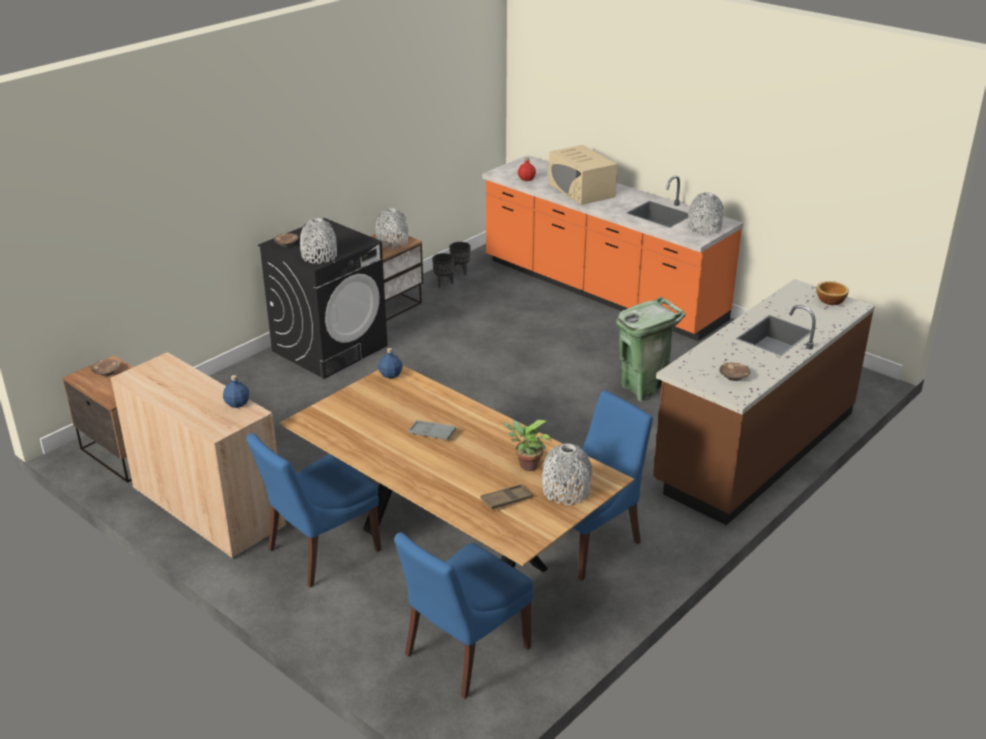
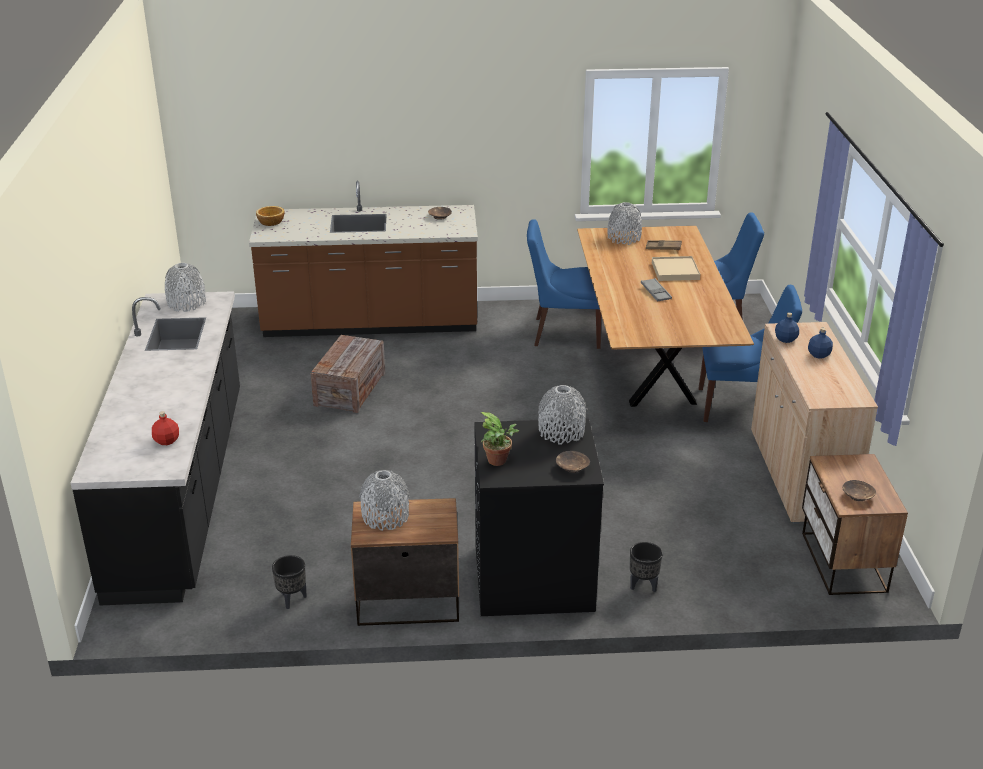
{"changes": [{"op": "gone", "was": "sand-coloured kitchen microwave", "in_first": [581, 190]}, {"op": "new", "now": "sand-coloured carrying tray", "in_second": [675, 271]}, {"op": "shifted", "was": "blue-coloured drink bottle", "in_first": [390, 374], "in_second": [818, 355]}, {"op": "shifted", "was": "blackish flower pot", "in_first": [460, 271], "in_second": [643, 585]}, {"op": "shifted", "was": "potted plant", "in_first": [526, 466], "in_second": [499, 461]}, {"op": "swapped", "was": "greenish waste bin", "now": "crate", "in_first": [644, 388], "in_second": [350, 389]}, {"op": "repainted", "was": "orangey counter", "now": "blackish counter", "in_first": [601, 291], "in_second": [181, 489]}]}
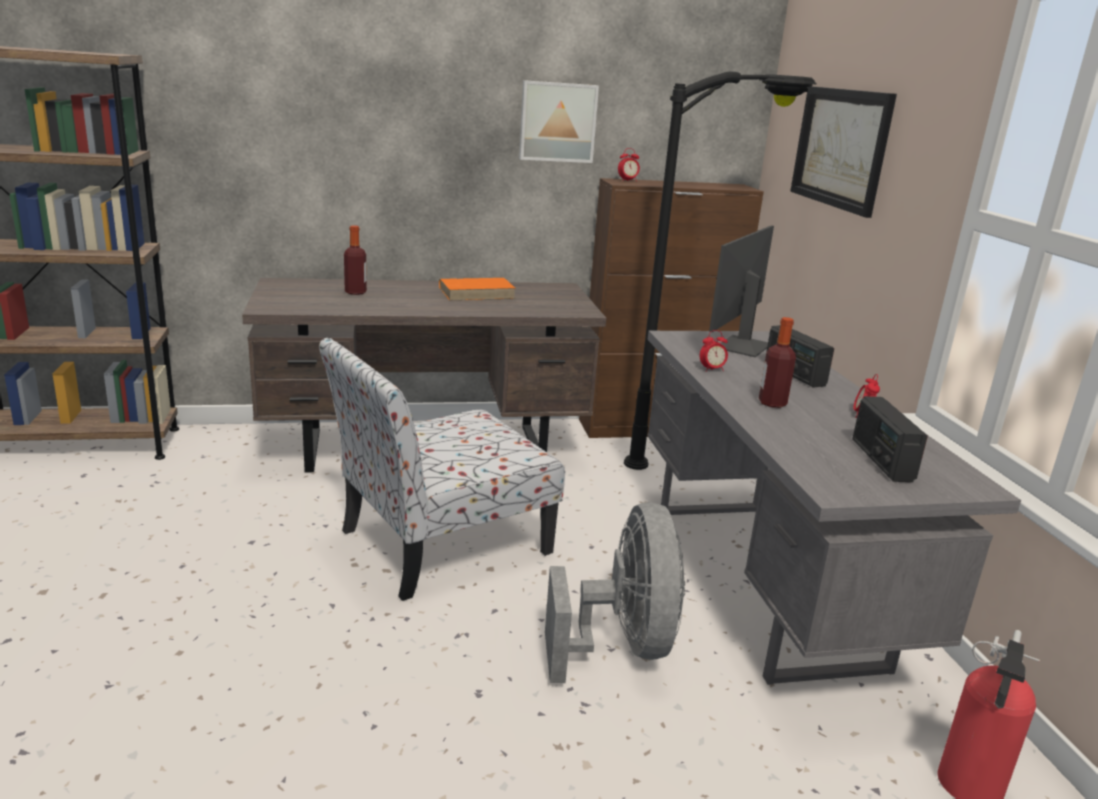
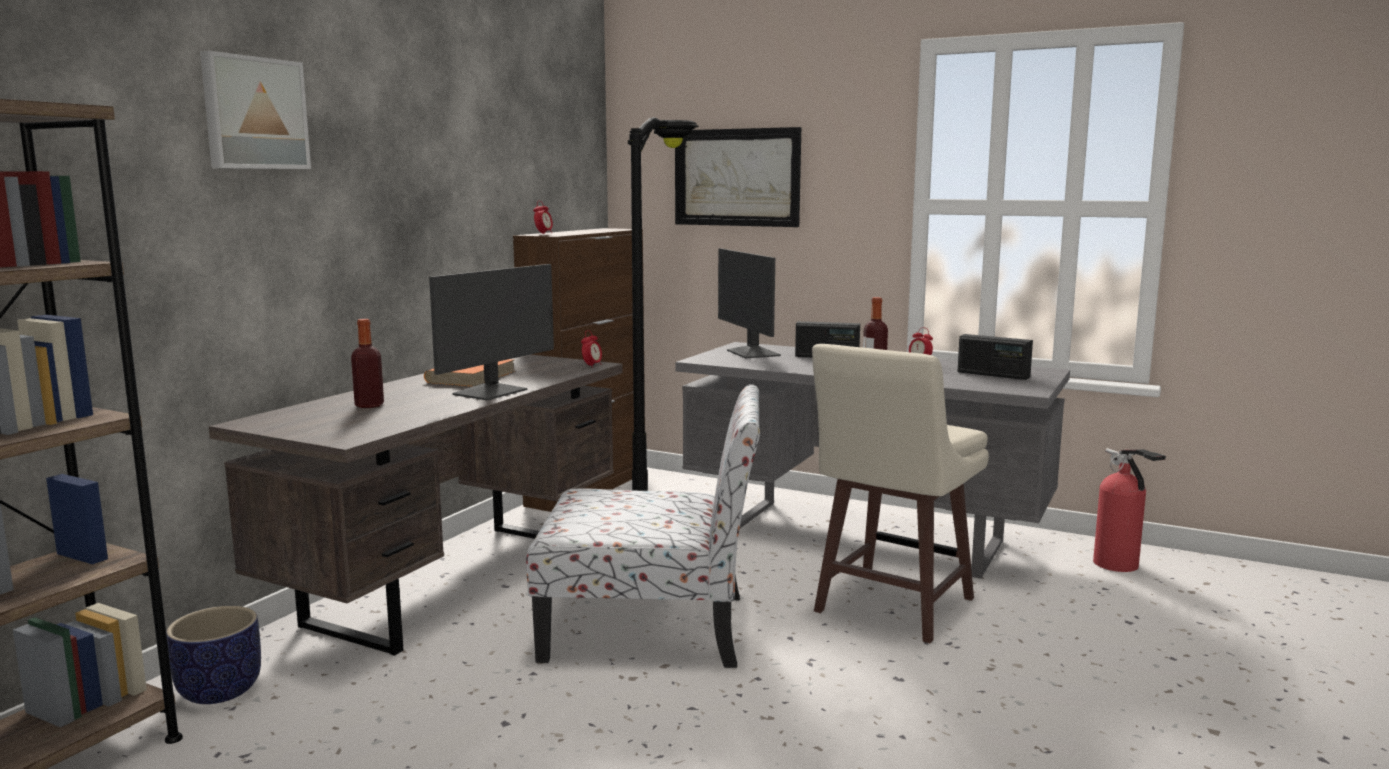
{"changes": [{"op": "new", "now": "flower pot", "in_second": [220, 690]}, {"op": "new", "now": "monitor", "in_second": [492, 392]}, {"op": "shifted", "was": "picture", "in_first": [557, 122], "in_second": [254, 113]}, {"op": "shifted", "was": "bedside clock", "in_first": [712, 370], "in_second": [592, 366]}, {"op": "swapped", "was": "grey electric fan", "now": "sand-coloured sitting stool", "in_first": [622, 645], "in_second": [891, 607]}, {"op": "rotated", "was": "plain chair", "in_first": [441, 543], "in_second": [652, 628], "clockwise": -90}]}
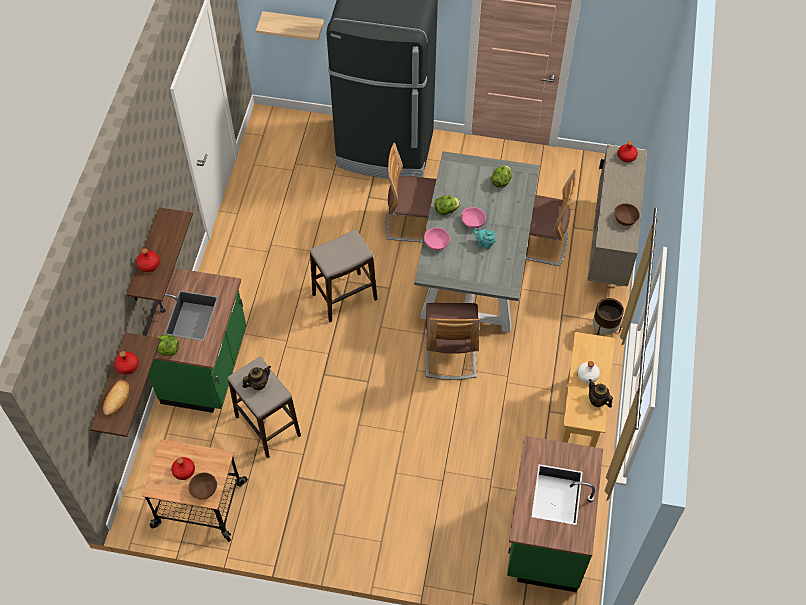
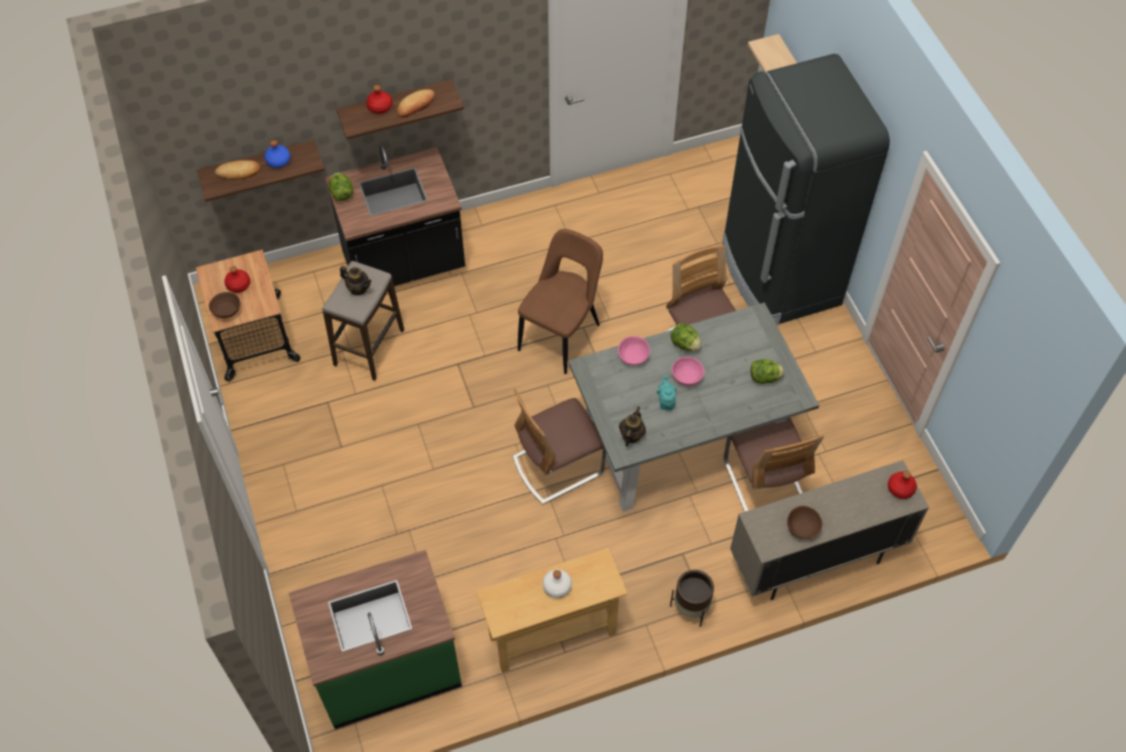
{"changes": [{"op": "new", "now": "bread", "in_second": [415, 105]}, {"op": "shifted", "was": "teapot", "in_first": [597, 400], "in_second": [631, 435]}, {"op": "swapped", "was": "sitting stool", "now": "brown-coloured plain chair", "in_first": [344, 297], "in_second": [561, 334]}, {"op": "repainted", "was": "reddish drink bottle", "now": "blue-coloured drink bottle", "in_first": [127, 366], "in_second": [278, 161]}, {"op": "repainted", "was": "greenish counter", "now": "blackish counter", "in_first": [206, 367], "in_second": [404, 263]}]}
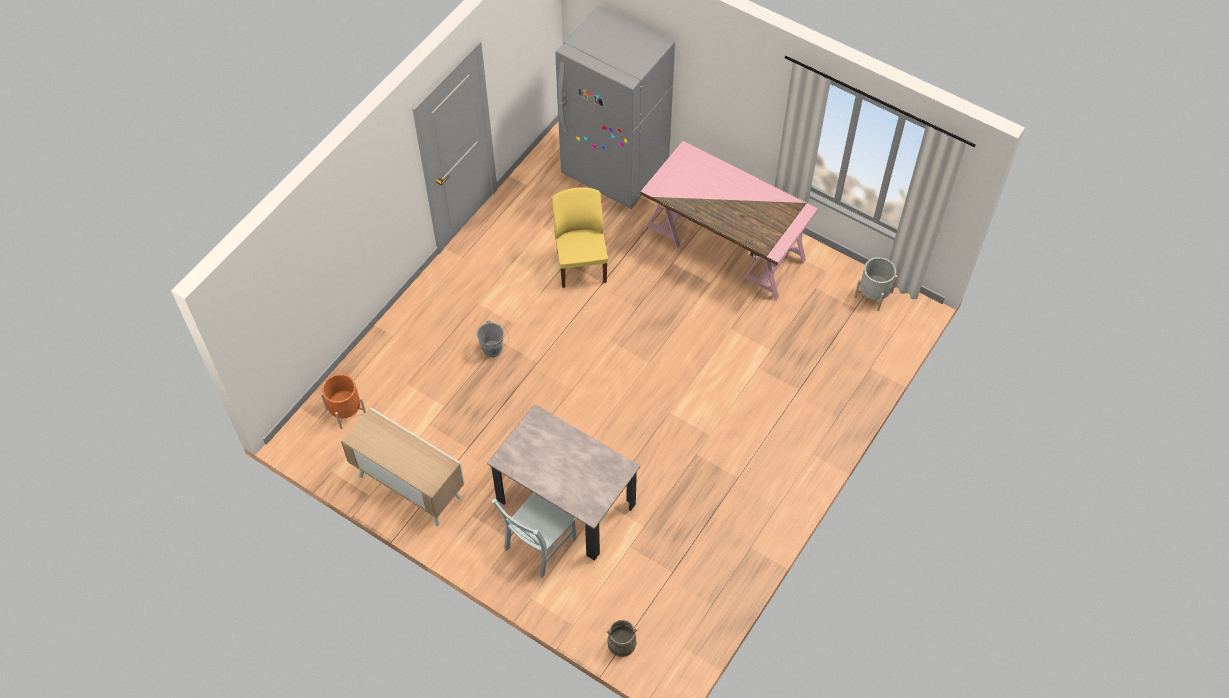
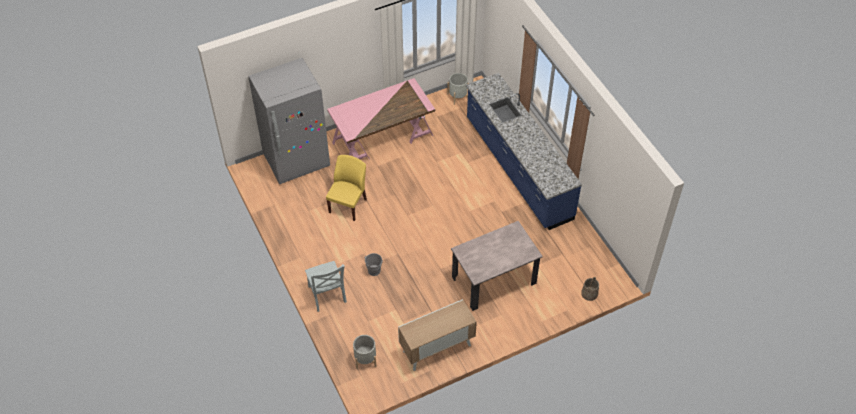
{"changes": [{"op": "new", "now": "blue-coloured counter", "in_second": [517, 168]}, {"op": "shifted", "was": "grey plain chair", "in_first": [538, 546], "in_second": [327, 295]}, {"op": "repainted", "was": "orangey flower pot", "now": "grey flower pot", "in_first": [346, 411], "in_second": [365, 359]}, {"op": "rotated", "was": "yellow plain chair", "in_first": [581, 265], "in_second": [348, 205], "clockwise": 90}]}
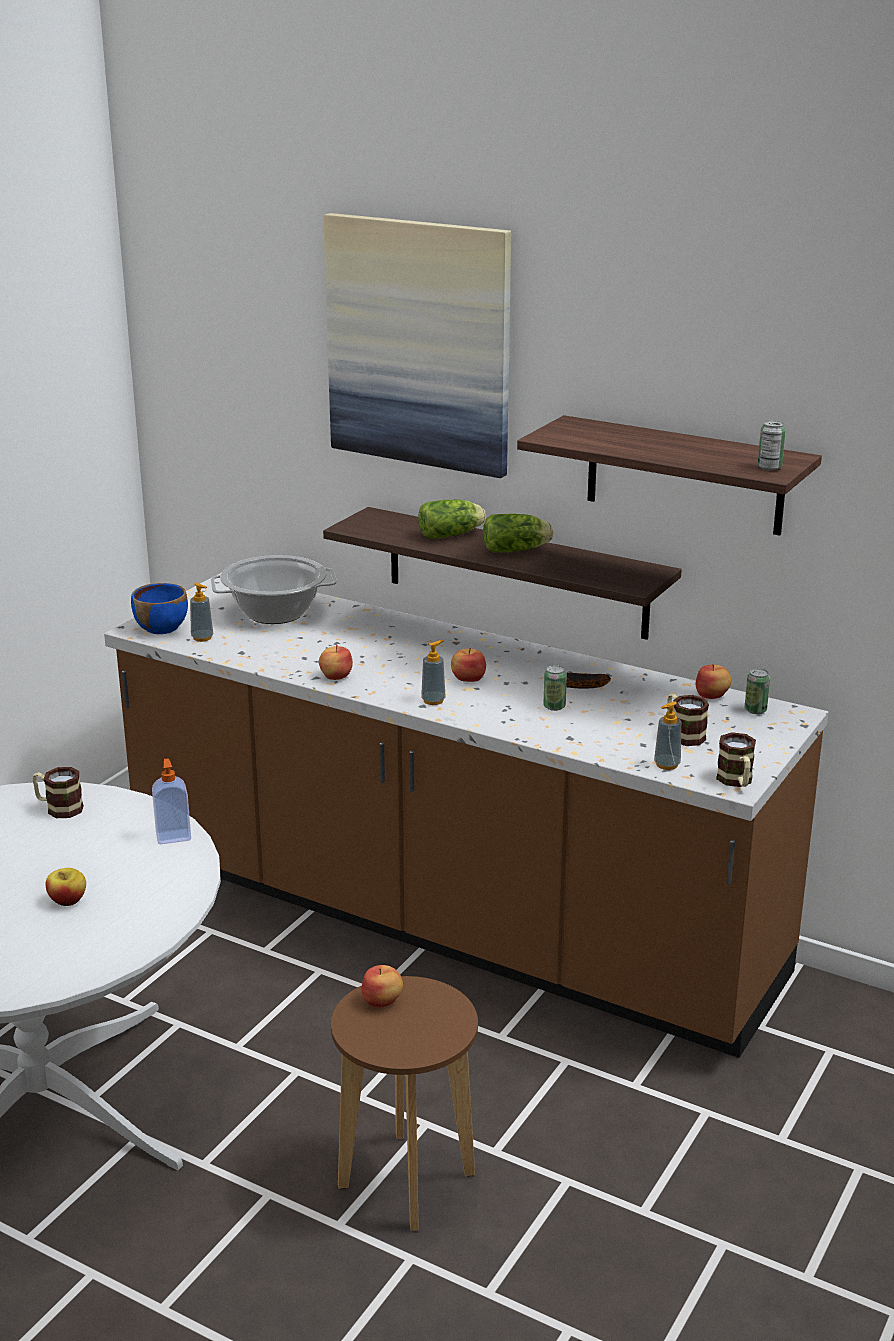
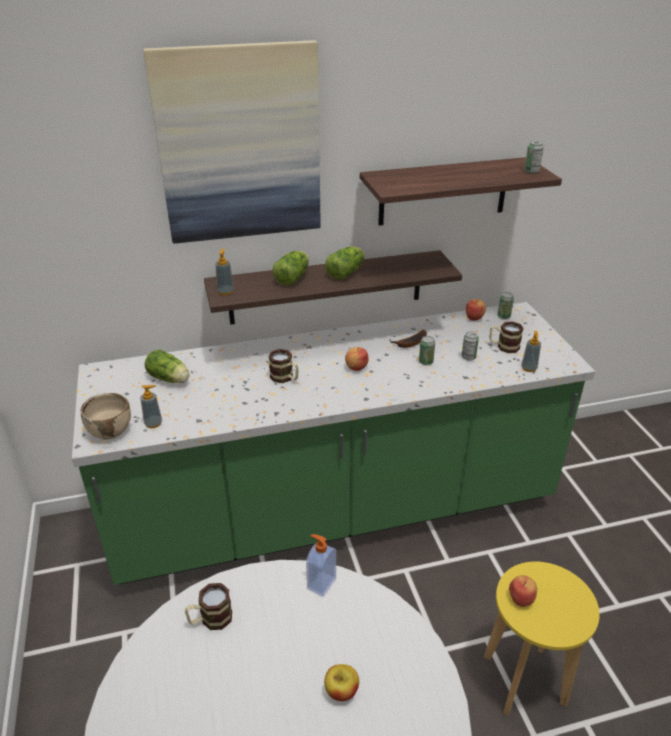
{"changes": [{"op": "gone", "was": "whole apple", "in_first": [336, 676]}, {"op": "new", "now": "can", "in_second": [468, 357]}, {"op": "shifted", "was": "liquid soap bottle", "in_first": [433, 700], "in_second": [225, 292]}, {"op": "shifted", "was": "tea mug", "in_first": [736, 782], "in_second": [285, 378]}, {"op": "swapped", "was": "stockpot", "now": "head of lettuce", "in_first": [275, 613], "in_second": [170, 379]}, {"op": "repainted", "was": "brown-coloured counter", "now": "greenish counter", "in_first": [446, 919], "in_second": [335, 511]}, {"op": "repainted", "was": "blue-coloured serving bowl", "now": "sand-coloured serving bowl", "in_first": [162, 628], "in_second": [110, 430]}, {"op": "repainted", "was": "brown-coloured sitting stool", "now": "yellow sitting stool", "in_first": [407, 1180], "in_second": [524, 679]}]}
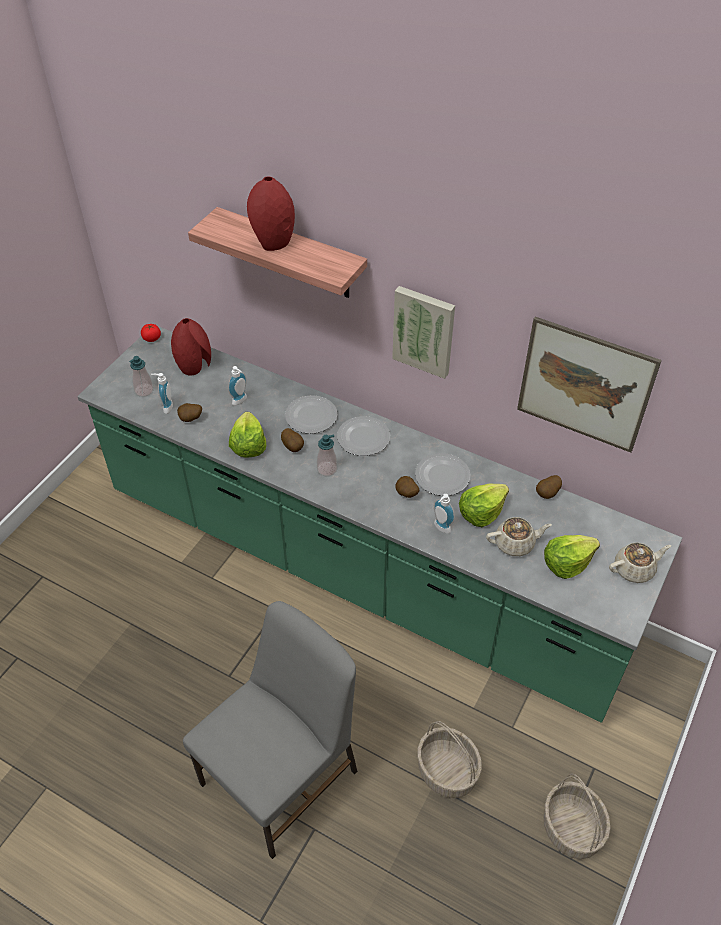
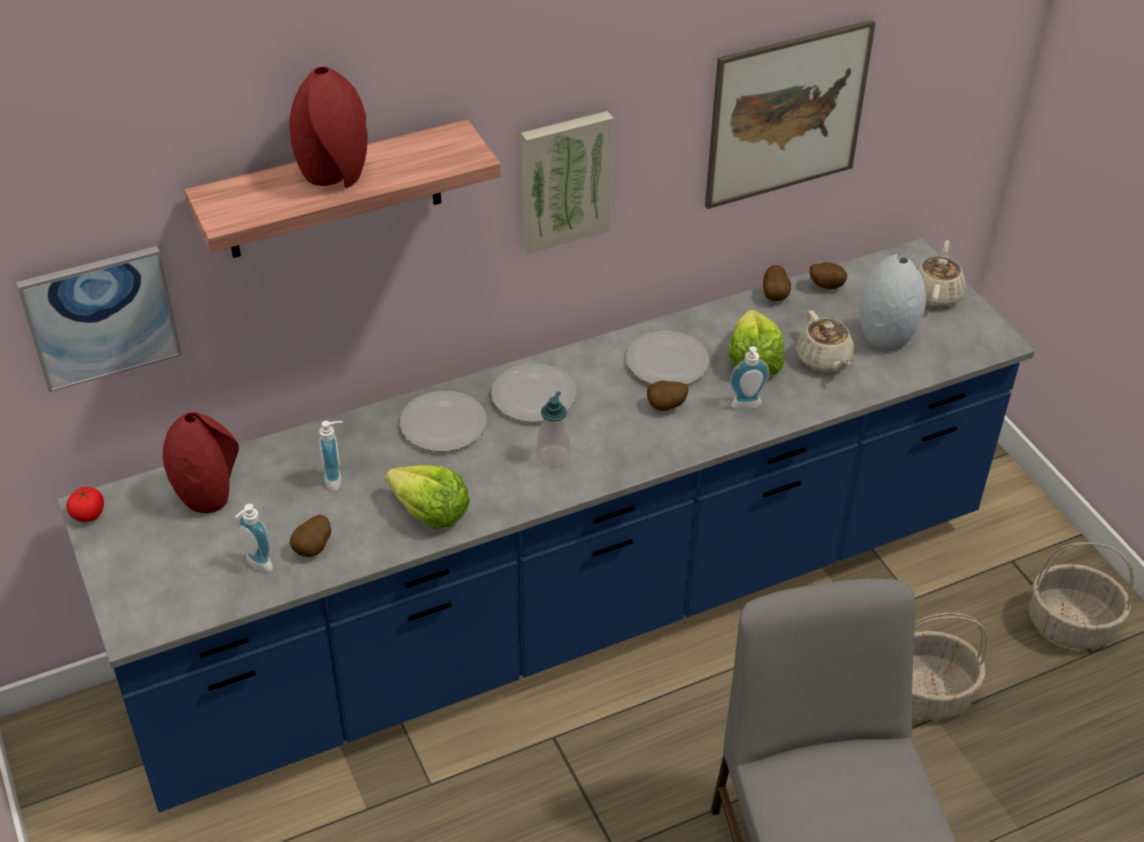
{"changes": [{"op": "gone", "was": "liquid soap bottle", "in_first": [144, 390]}, {"op": "new", "now": "picture", "in_second": [101, 317]}, {"op": "shifted", "was": "potato", "in_first": [293, 447], "in_second": [825, 286]}, {"op": "swapped", "was": "head of lettuce", "now": "grey vase", "in_first": [567, 563], "in_second": [885, 336]}, {"op": "repainted", "was": "greenish counter", "now": "blue-coloured counter", "in_first": [360, 569], "in_second": [568, 609]}, {"op": "rotated", "was": "sand-coloured teapot", "in_first": [515, 543], "in_second": [824, 360], "clockwise": 135}]}
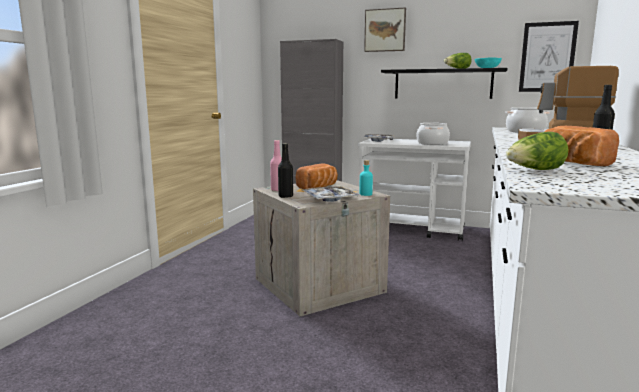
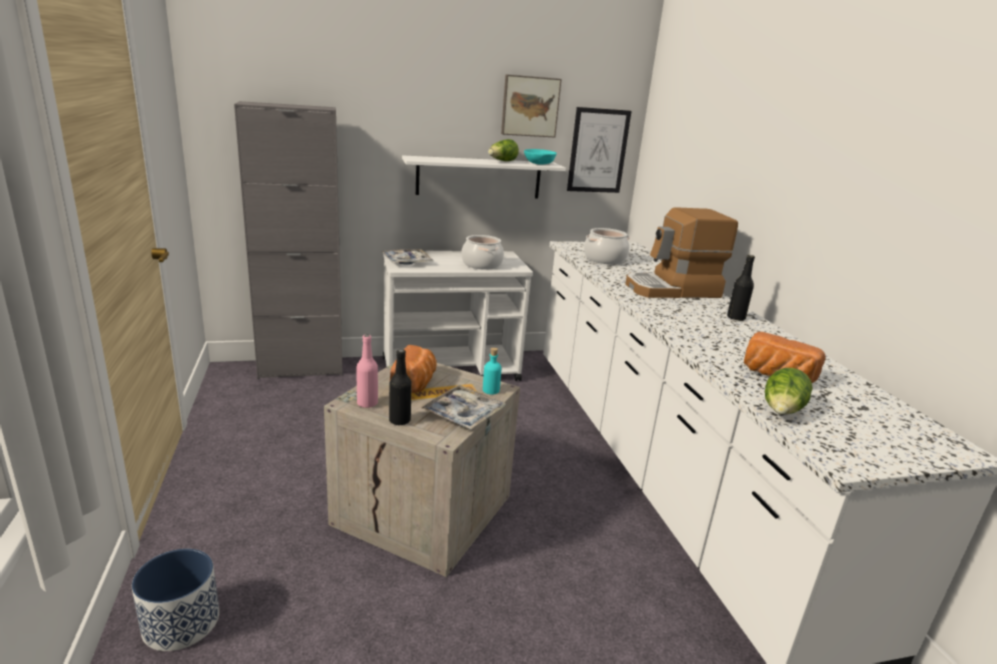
{"changes": [{"op": "new", "now": "flower pot", "in_second": [180, 622]}, {"op": "shifted", "was": "picture", "in_first": [385, 30], "in_second": [530, 106]}, {"op": "repainted", "was": "blackish shelf", "now": "white shelf", "in_first": [442, 84], "in_second": [479, 178]}]}
